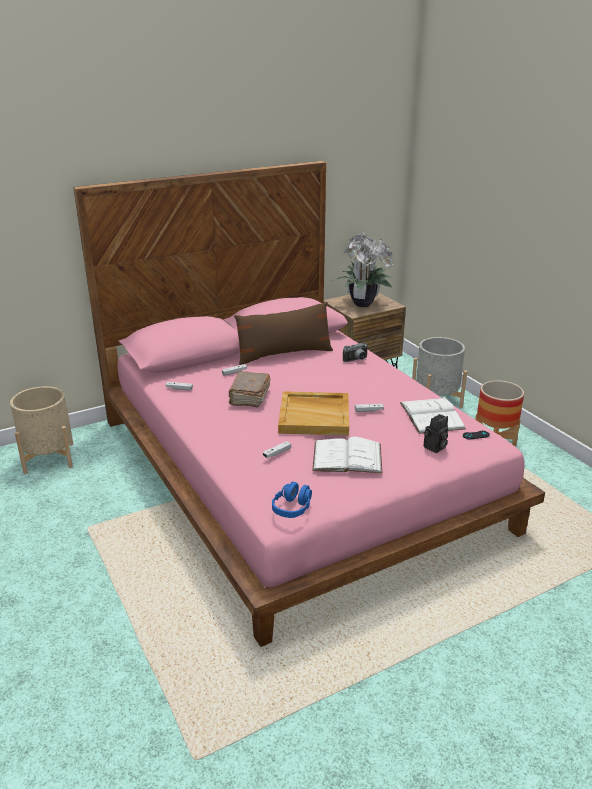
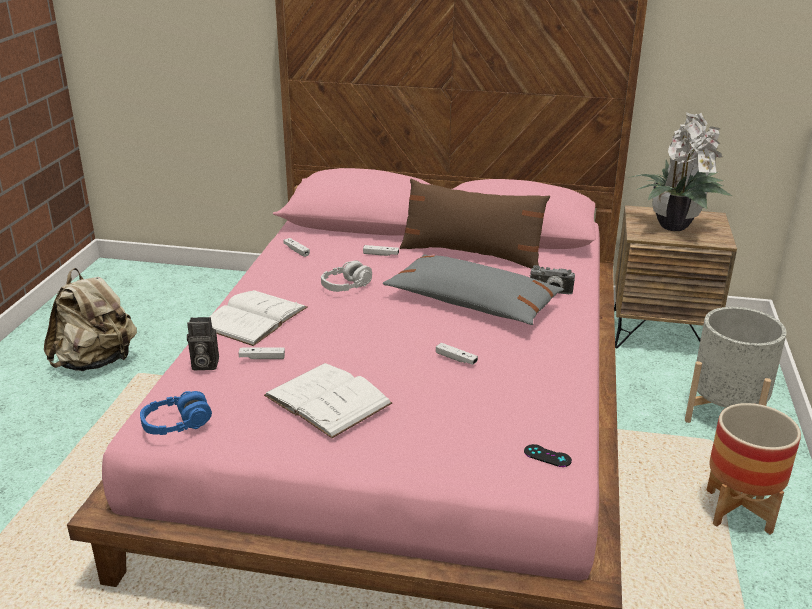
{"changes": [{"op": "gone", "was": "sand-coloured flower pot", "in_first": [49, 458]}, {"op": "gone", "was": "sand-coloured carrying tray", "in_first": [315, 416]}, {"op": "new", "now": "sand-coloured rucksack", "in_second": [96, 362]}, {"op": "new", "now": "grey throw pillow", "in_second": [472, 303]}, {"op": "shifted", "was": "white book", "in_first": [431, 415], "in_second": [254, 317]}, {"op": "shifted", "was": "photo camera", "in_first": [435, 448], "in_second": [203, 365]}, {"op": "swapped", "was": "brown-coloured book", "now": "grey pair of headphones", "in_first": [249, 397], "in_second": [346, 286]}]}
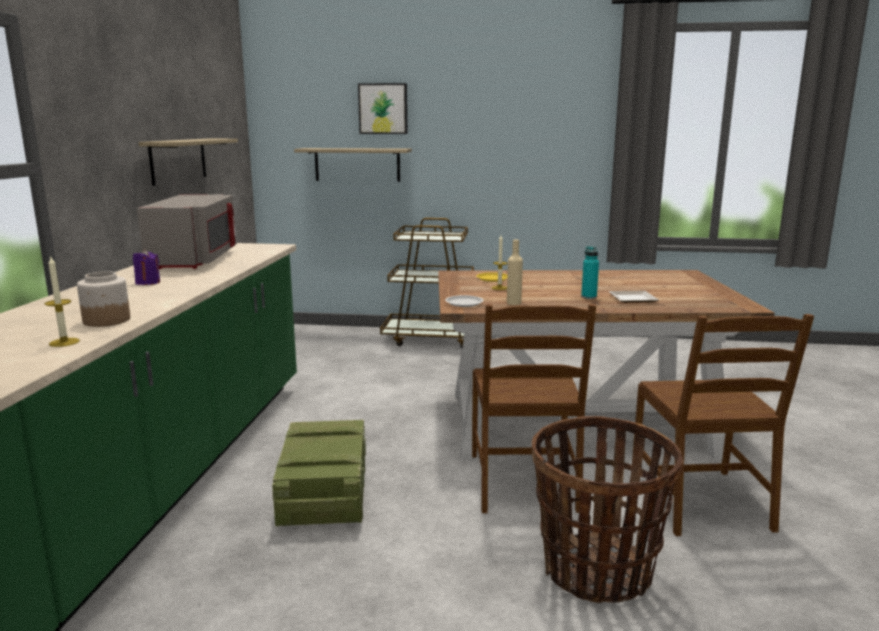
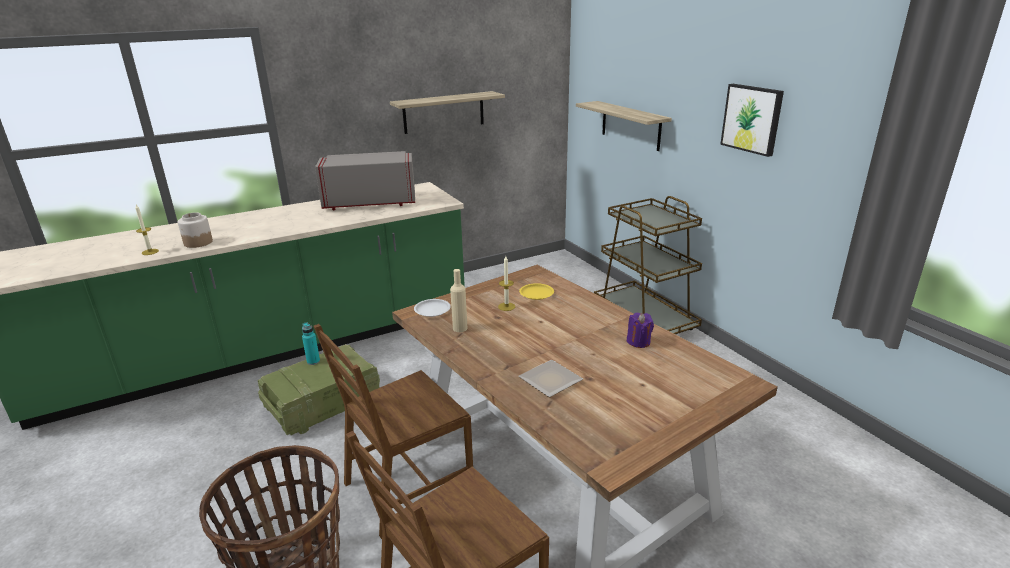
{"changes": [{"op": "shifted", "was": "purple wax light", "in_first": [148, 282], "in_second": [638, 342]}, {"op": "shifted", "was": "picture", "in_first": [383, 108], "in_second": [752, 119]}, {"op": "shifted", "was": "turquoise-coloured drink bottle", "in_first": [589, 297], "in_second": [313, 361]}, {"op": "rotated", "was": "grey kitchen microwave", "in_first": [196, 260], "in_second": [370, 202], "clockwise": -150}]}
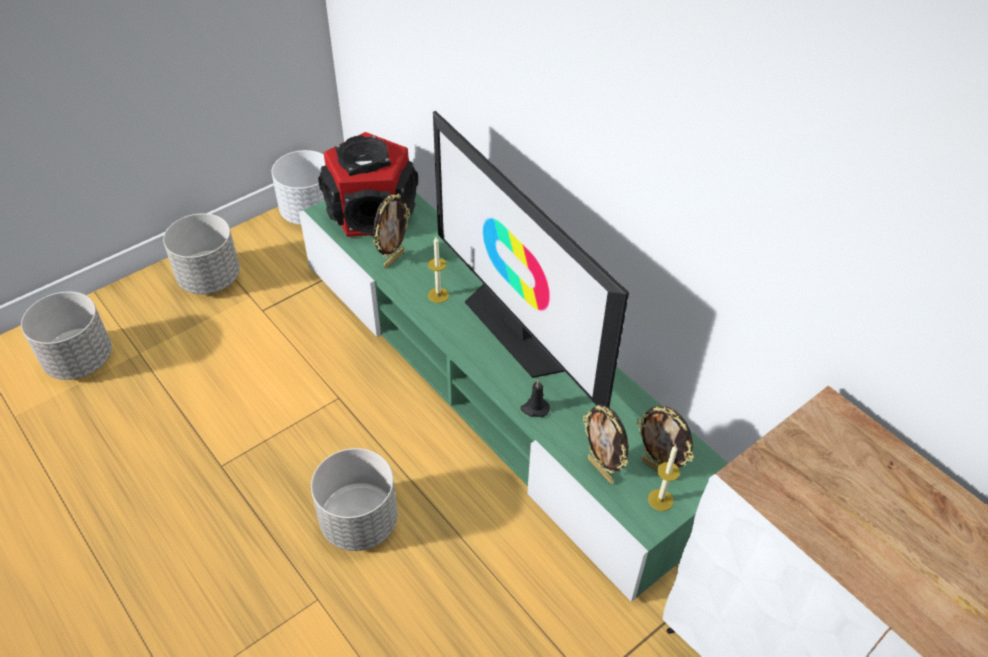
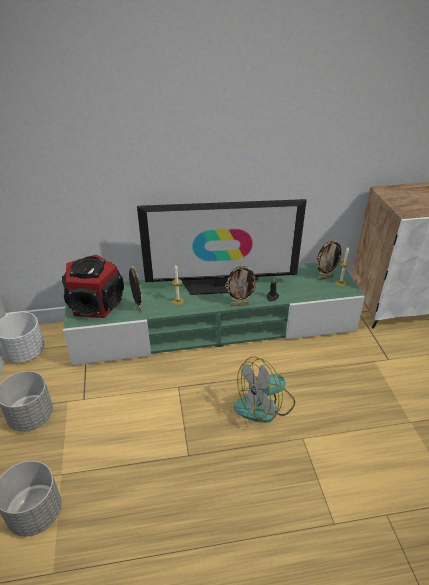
{"changes": [{"op": "shifted", "was": "photo frame", "in_first": [601, 470], "in_second": [240, 304]}, {"op": "swapped", "was": "grey flower pot", "now": "electric fan", "in_first": [359, 522], "in_second": [265, 405]}]}
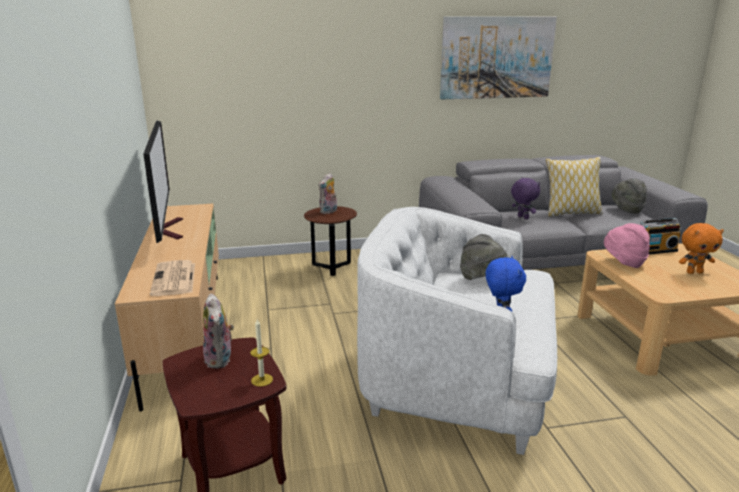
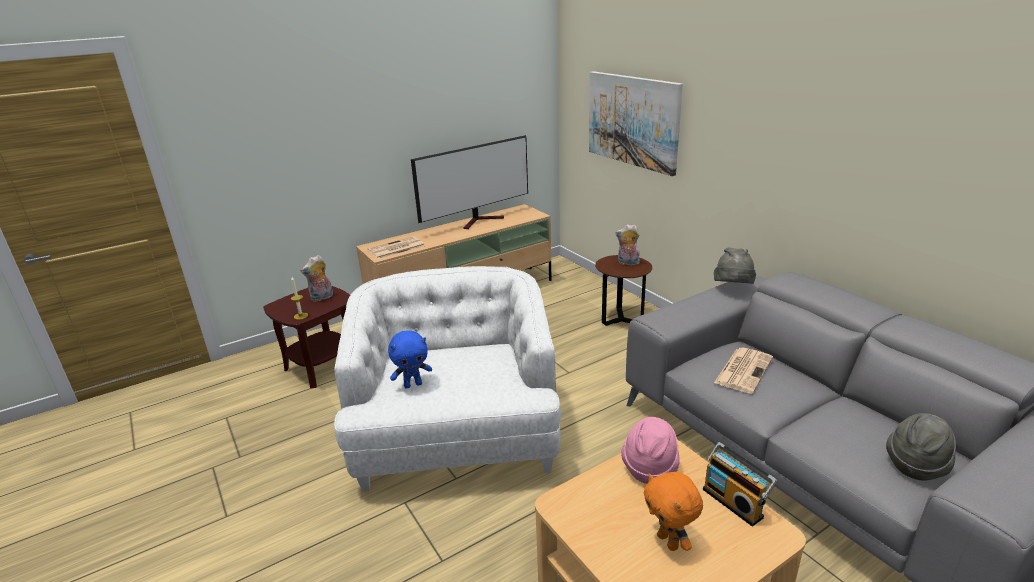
{"changes": [{"op": "gone", "was": "throw pillow", "in_first": [571, 213]}, {"op": "shifted", "was": "picture", "in_first": [496, 57], "in_second": [632, 120]}, {"op": "shifted", "was": "grey hat", "in_first": [482, 279], "in_second": [733, 288]}, {"op": "swapped", "was": "purple cuddly toy", "now": "printed paper", "in_first": [522, 217], "in_second": [743, 370]}]}
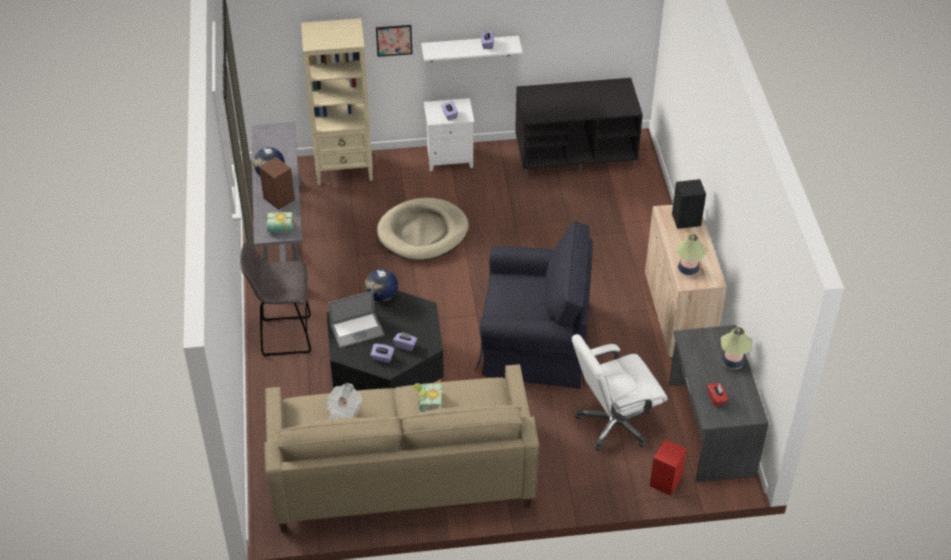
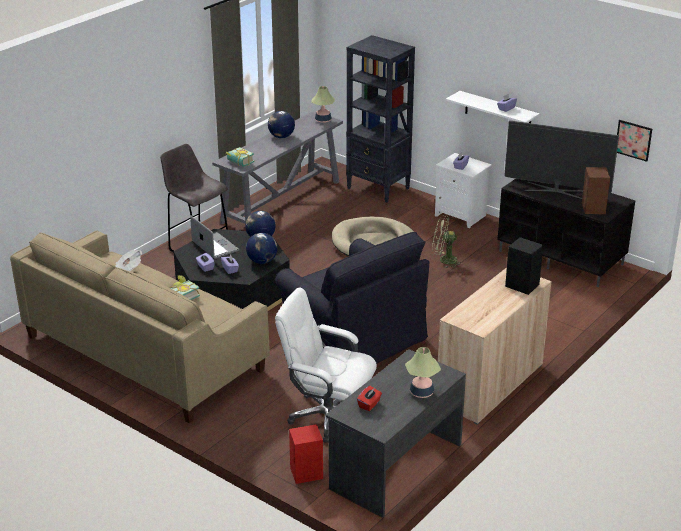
{"changes": [{"op": "new", "now": "desk globe", "in_second": [262, 261]}, {"op": "new", "now": "greenish electric fan", "in_second": [444, 260]}, {"op": "new", "now": "television", "in_second": [556, 191]}, {"op": "shifted", "was": "brown-coloured speaker", "in_first": [279, 199], "in_second": [593, 209]}, {"op": "shifted", "was": "picture", "in_first": [394, 40], "in_second": [633, 140]}, {"op": "shifted", "was": "tabletop lamp", "in_first": [688, 269], "in_second": [323, 120]}, {"op": "repainted", "was": "sand-coloured bookcase", "now": "blackish bookcase", "in_first": [344, 169], "in_second": [378, 188]}, {"op": "rotated", "was": "portable computer", "in_first": [357, 330], "in_second": [215, 246], "clockwise": -150}]}
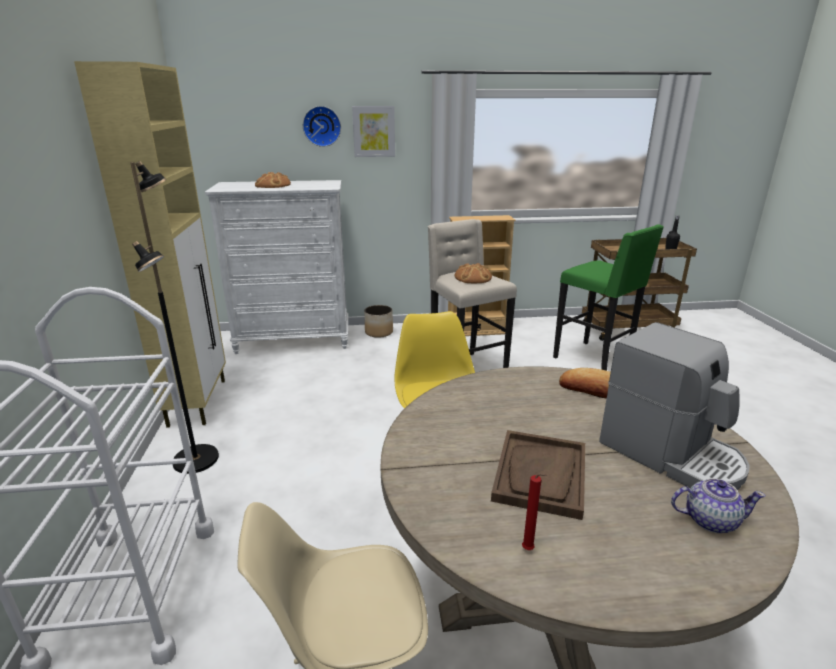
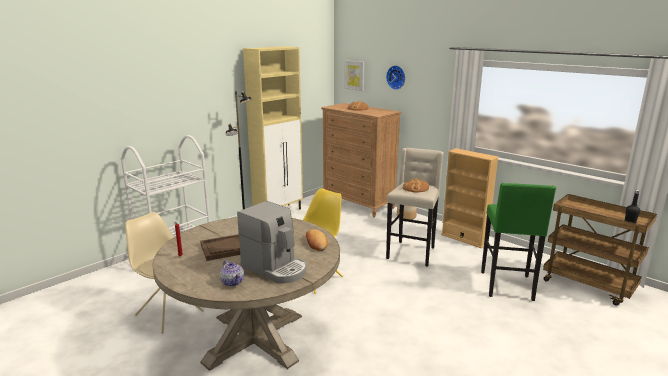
{"changes": [{"op": "shifted", "was": "picture", "in_first": [374, 131], "in_second": [354, 75]}, {"op": "repainted", "was": "white drawer chest", "now": "brown-coloured drawer chest", "in_first": [294, 340], "in_second": [358, 204]}, {"op": "rotated", "was": "coffee maker", "in_first": [671, 454], "in_second": [275, 268], "clockwise": -60}]}
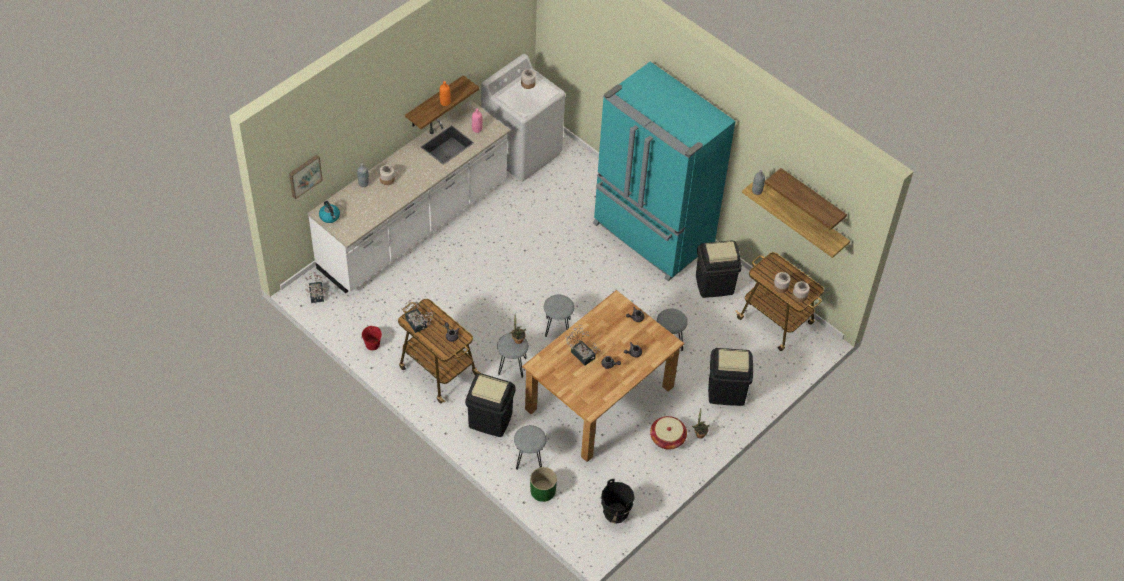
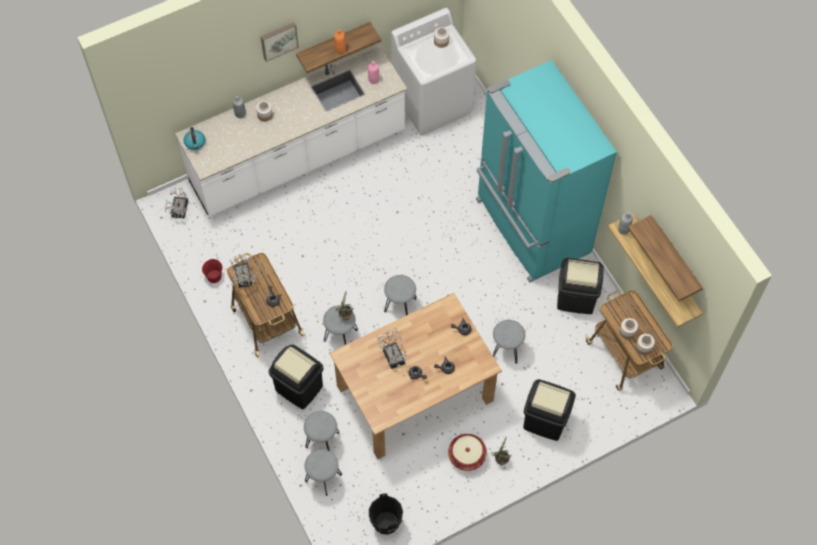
{"changes": [{"op": "shifted", "was": "picture", "in_first": [304, 175], "in_second": [278, 40]}, {"op": "swapped", "was": "greenish flower pot", "now": "grey sitting stool", "in_first": [543, 490], "in_second": [323, 478]}]}
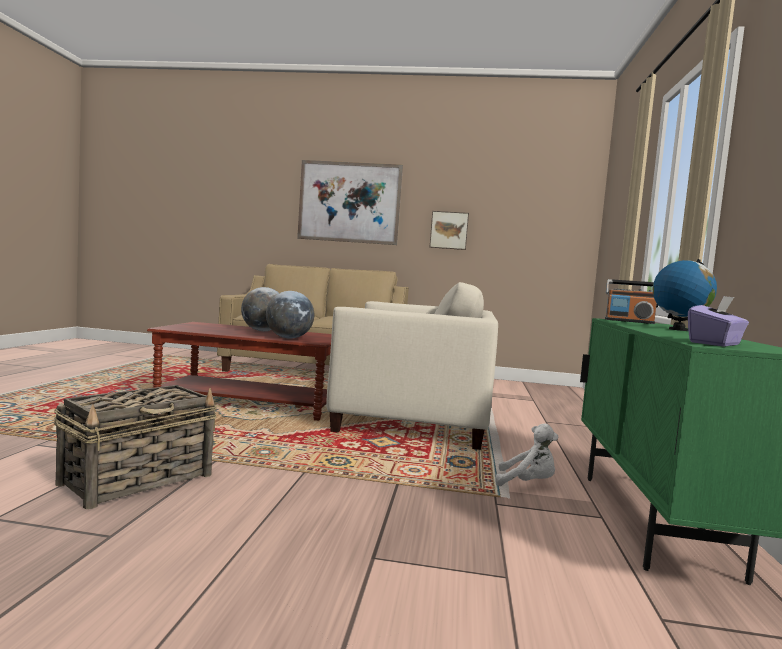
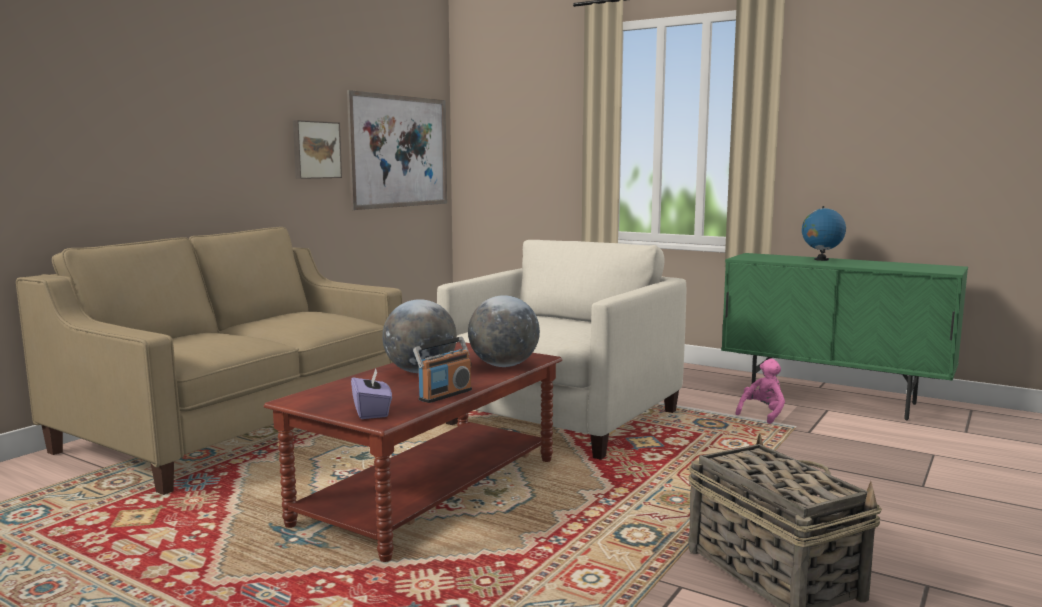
{"changes": [{"op": "shifted", "was": "picture", "in_first": [349, 202], "in_second": [400, 151]}, {"op": "shifted", "was": "radio receiver", "in_first": [629, 321], "in_second": [445, 395]}, {"op": "shifted", "was": "purple tissue holder", "in_first": [715, 344], "in_second": [372, 412]}, {"op": "repainted", "was": "white cuddly toy", "now": "pink cuddly toy", "in_first": [527, 483], "in_second": [763, 414]}]}
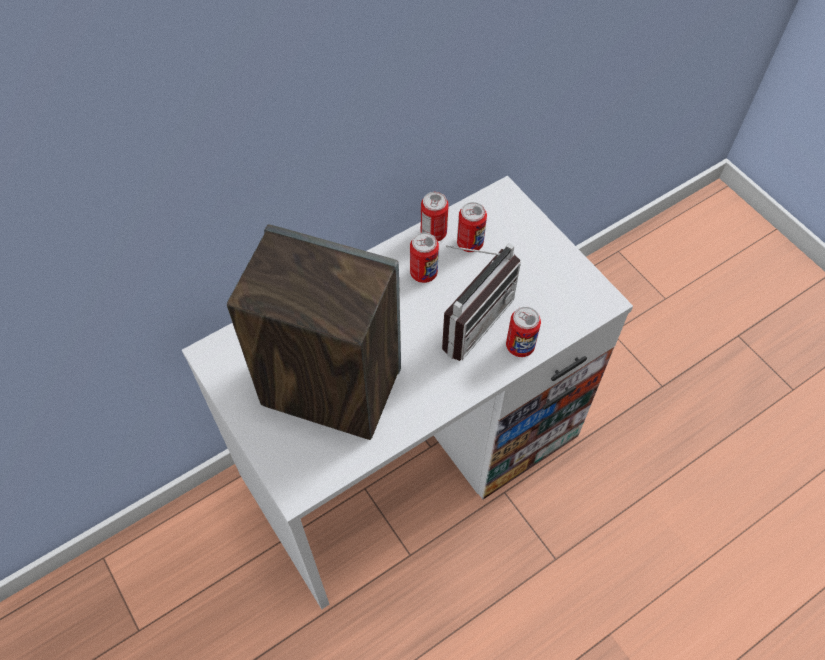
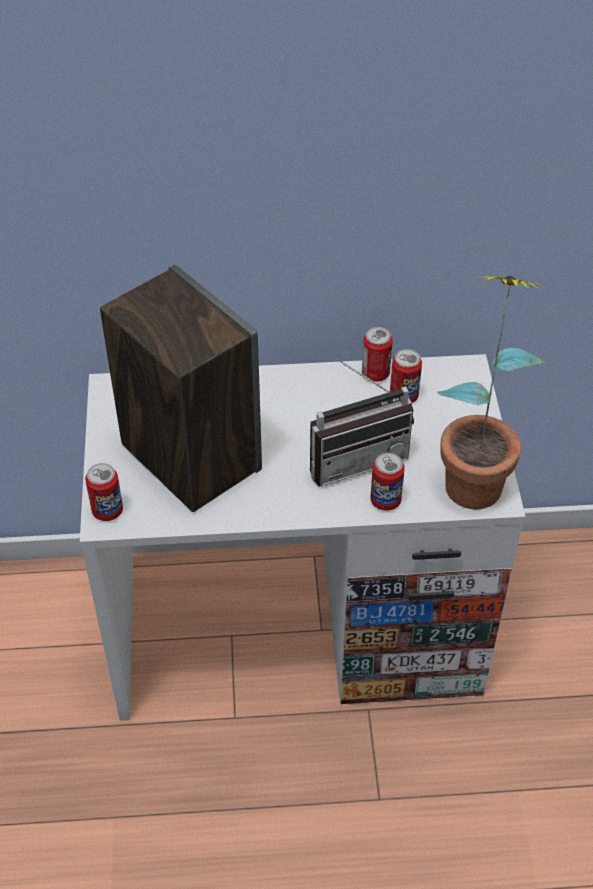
{"changes": [{"op": "new", "now": "potted plant", "in_second": [476, 473]}, {"op": "shifted", "was": "can", "in_first": [423, 273], "in_second": [107, 511]}]}
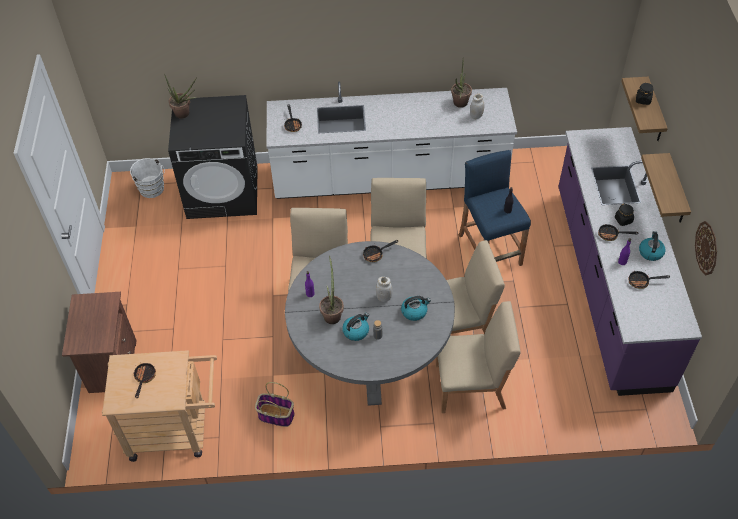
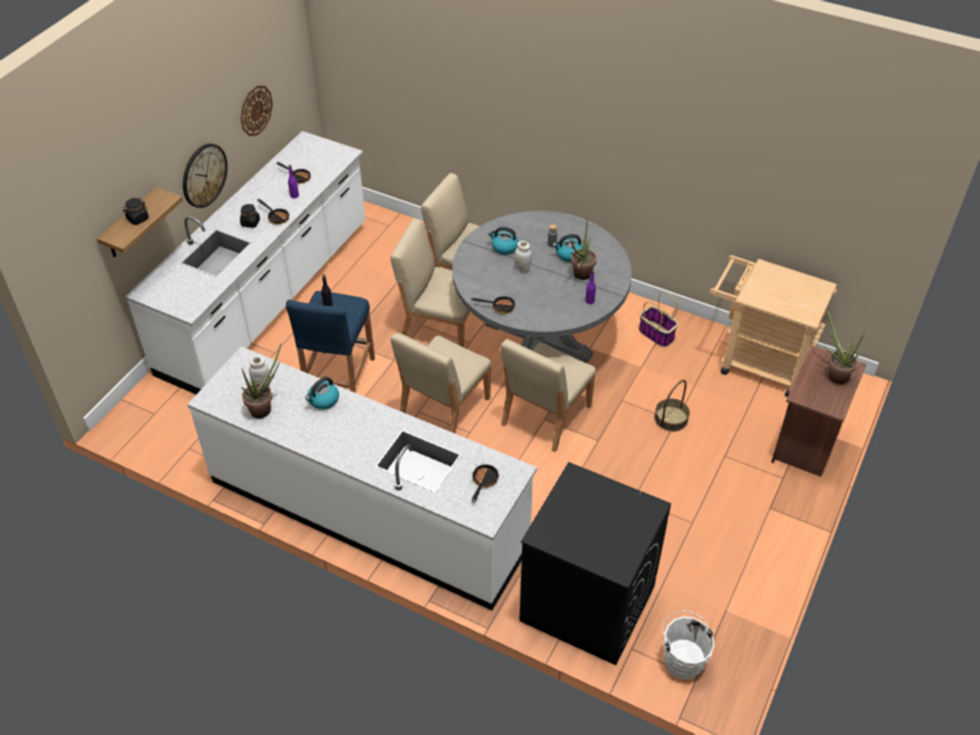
{"changes": [{"op": "gone", "was": "skillet", "in_first": [144, 378]}, {"op": "new", "now": "basket", "in_second": [671, 419]}, {"op": "shifted", "was": "potted plant", "in_first": [185, 114], "in_second": [834, 374]}, {"op": "shifted", "was": "water kettle", "in_first": [650, 252], "in_second": [323, 400]}, {"op": "swapped", "was": "shelf", "now": "wall clock", "in_first": [676, 191], "in_second": [204, 175]}, {"op": "repainted", "was": "purple counter", "now": "white counter", "in_first": [608, 285], "in_second": [267, 298]}]}
